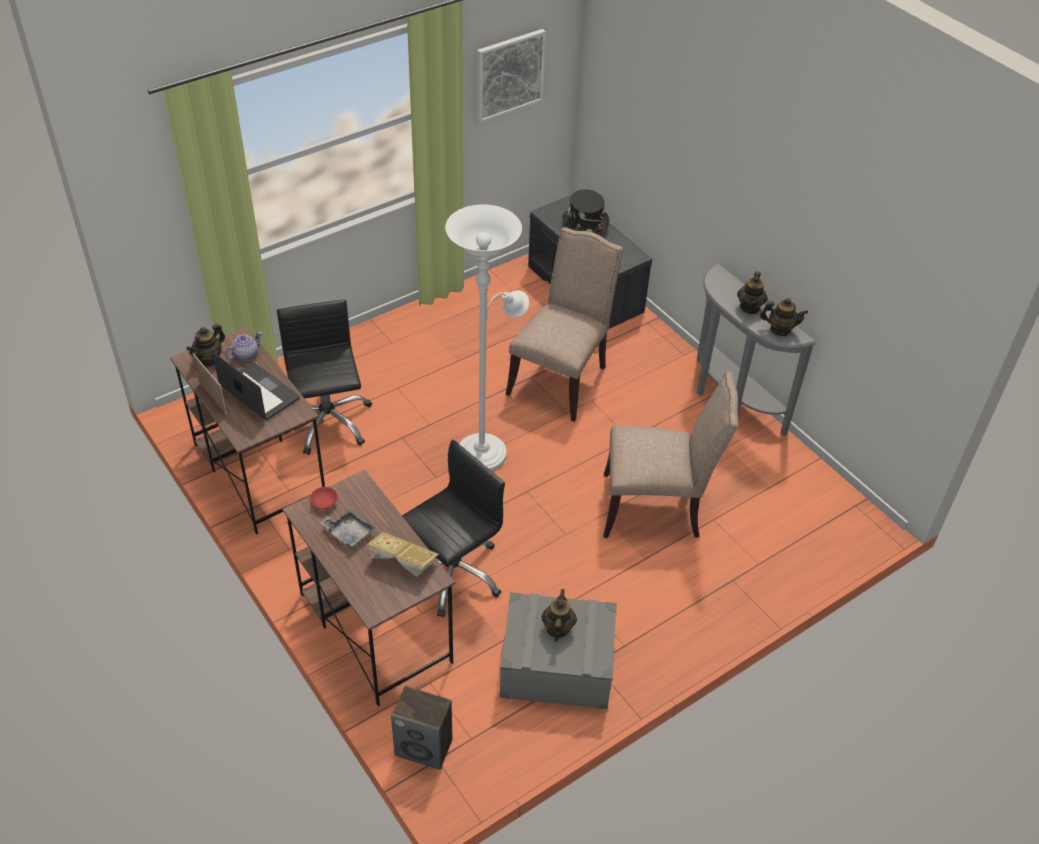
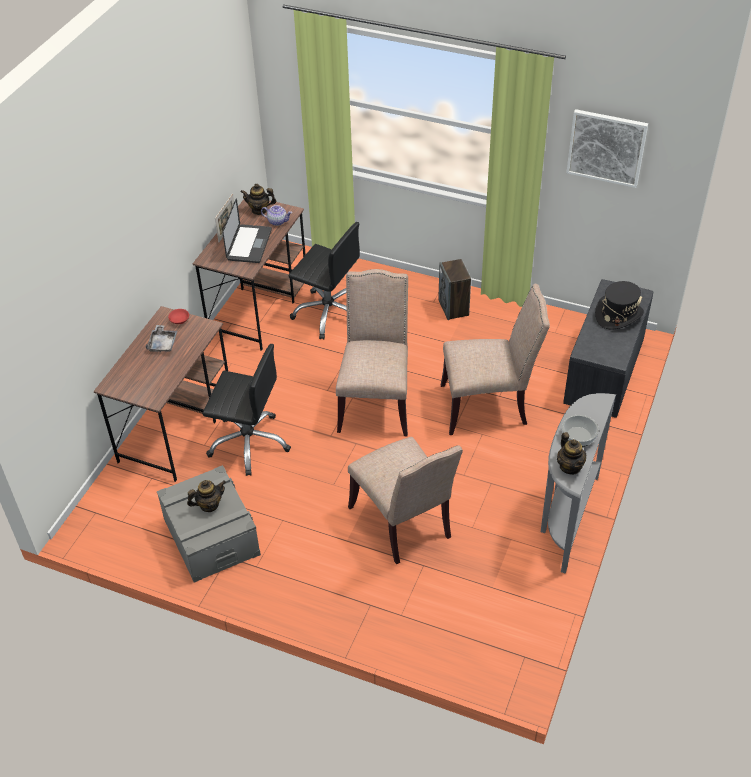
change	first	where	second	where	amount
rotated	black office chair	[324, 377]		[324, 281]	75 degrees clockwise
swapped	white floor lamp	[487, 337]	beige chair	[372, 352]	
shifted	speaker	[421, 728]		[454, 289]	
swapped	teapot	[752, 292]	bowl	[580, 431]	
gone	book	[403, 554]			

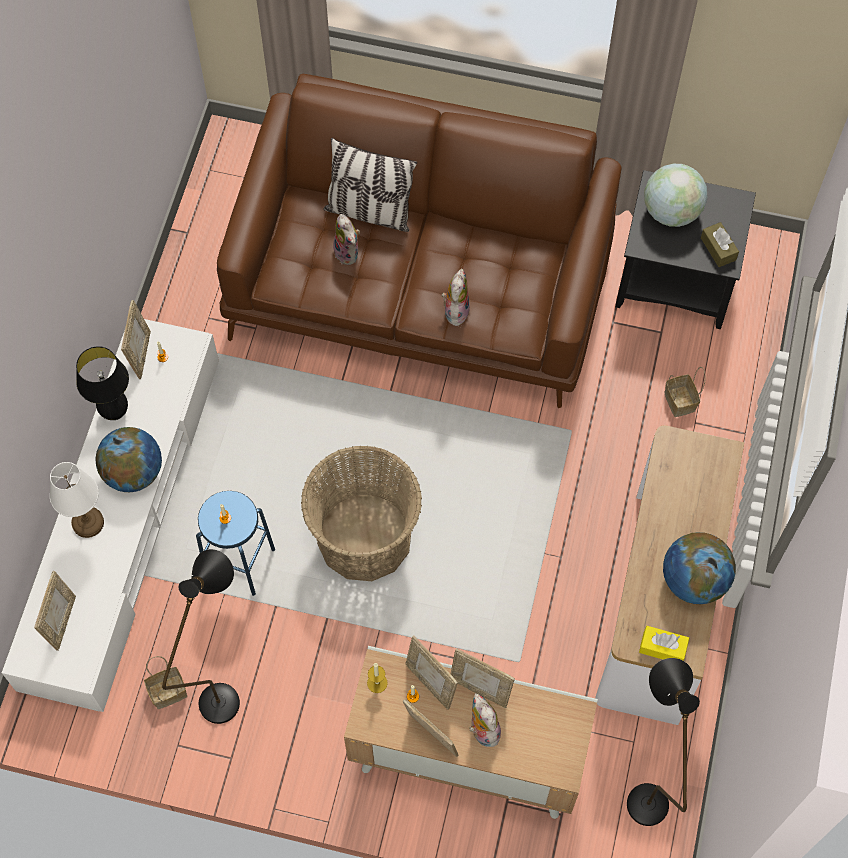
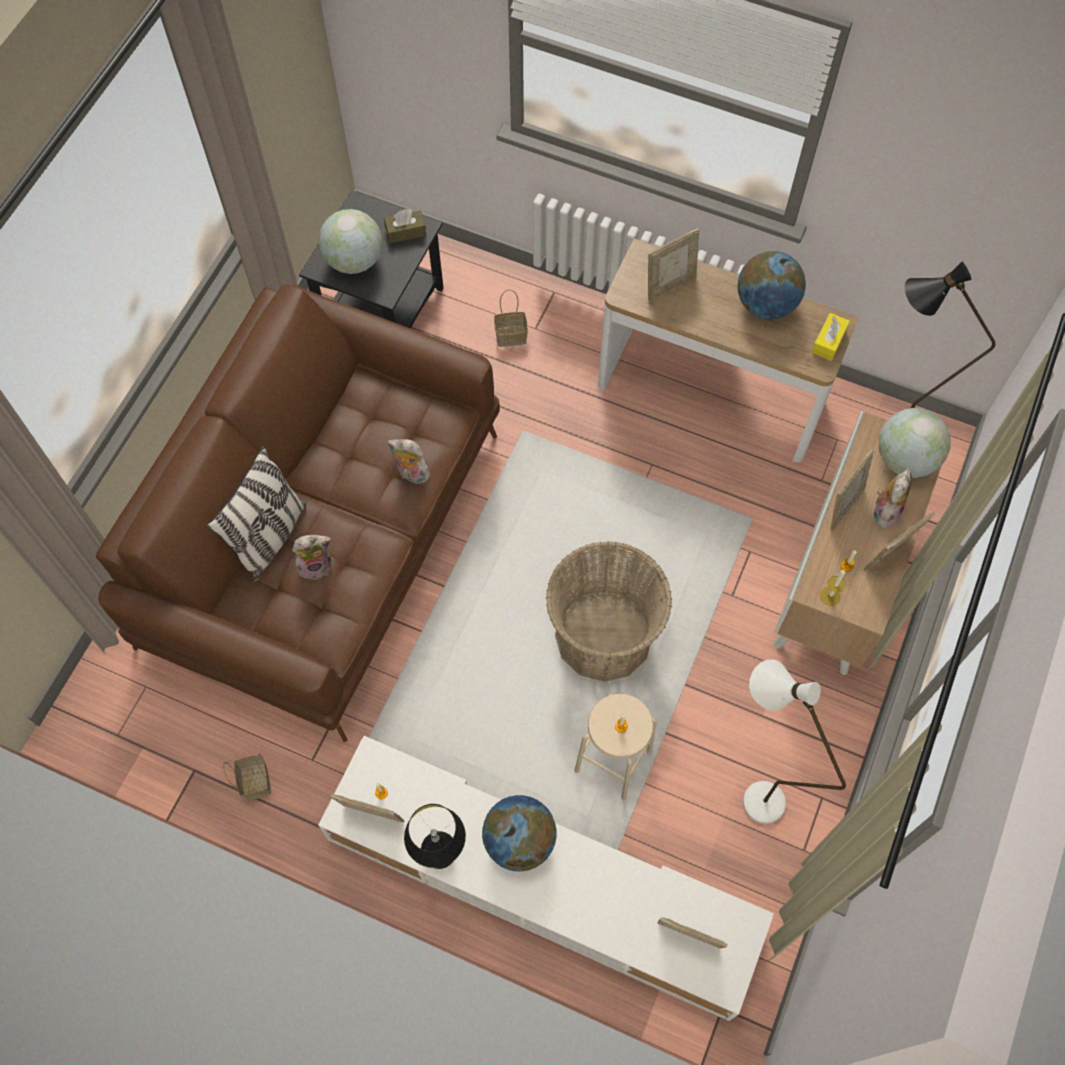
change	first	where	second	where	amount
shifted	basket	[165, 682]		[247, 777]	
repainted	blue stool	[235, 543]	beige stool	[616, 747]	
shifted	picture frame	[432, 672]		[673, 264]	
repainted	black floor lamp	[201, 636]	white floor lamp	[794, 741]	
rotated	plush toy	[485, 720]		[893, 498]	135 degrees clockwise
new			globe	[915, 443]	
gone	white table lamp	[77, 500]			

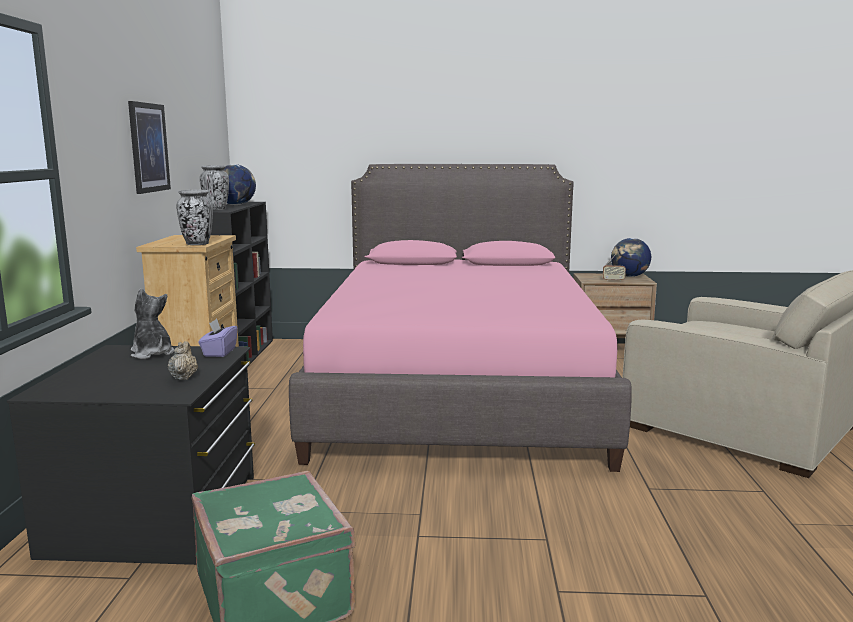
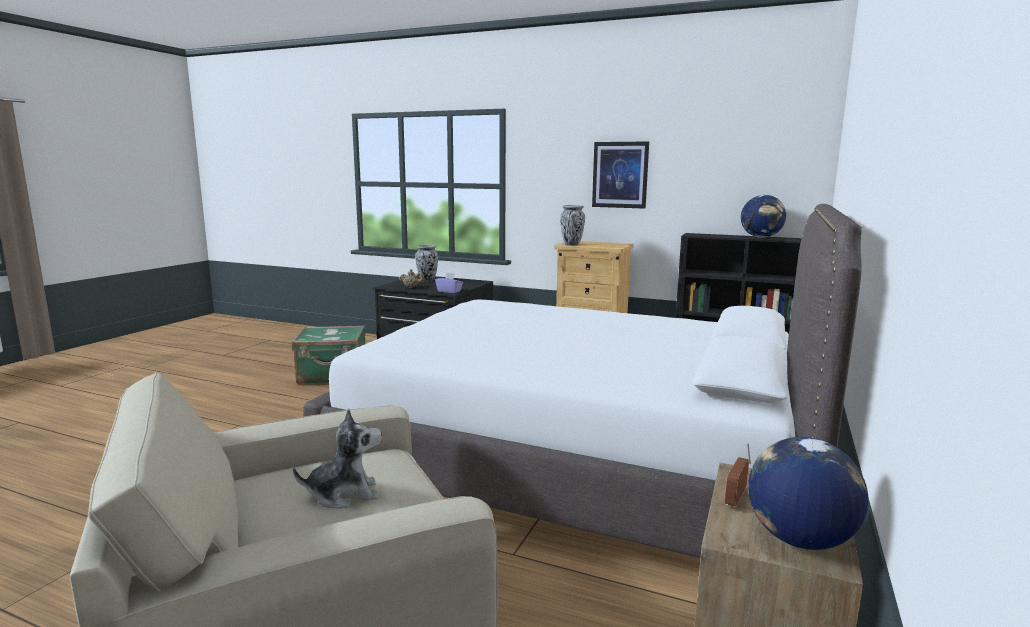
change	first	where	second	where	amount
shifted	plush toy	[152, 323]		[337, 458]	
repainted	pink bed	[460, 318]	white bed	[582, 381]	
shifted	vase	[214, 187]		[426, 263]	

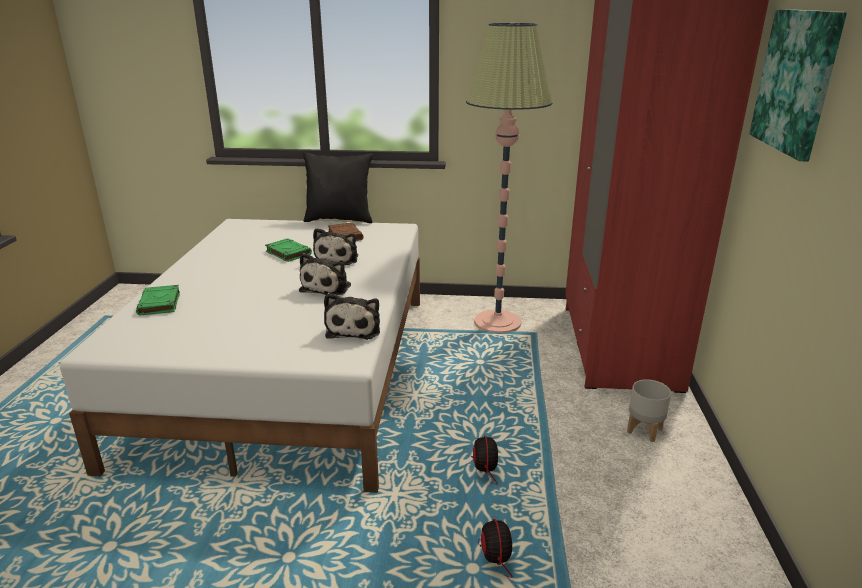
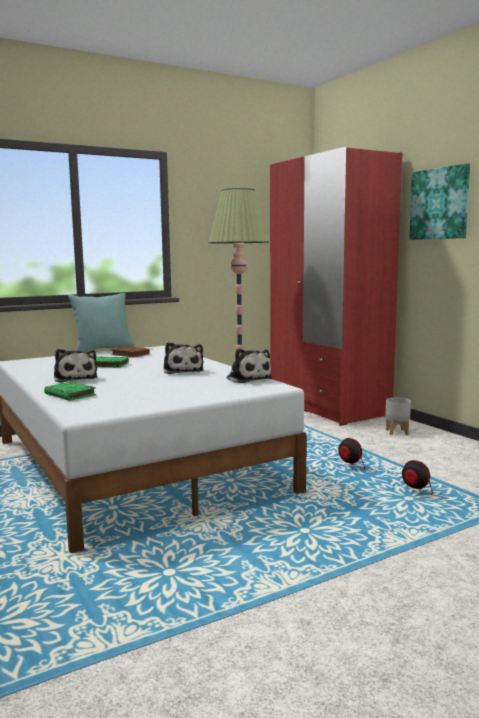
change	first	where	second	where	amount
shifted	plush toy	[335, 246]		[75, 366]	
repainted	black pillow	[338, 187]	turquoise pillow	[101, 322]	

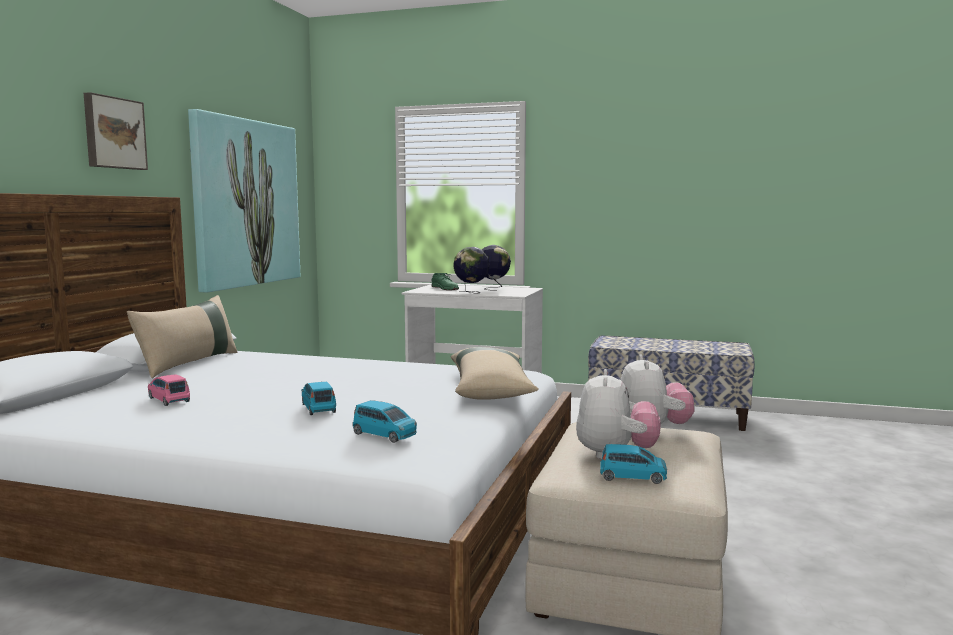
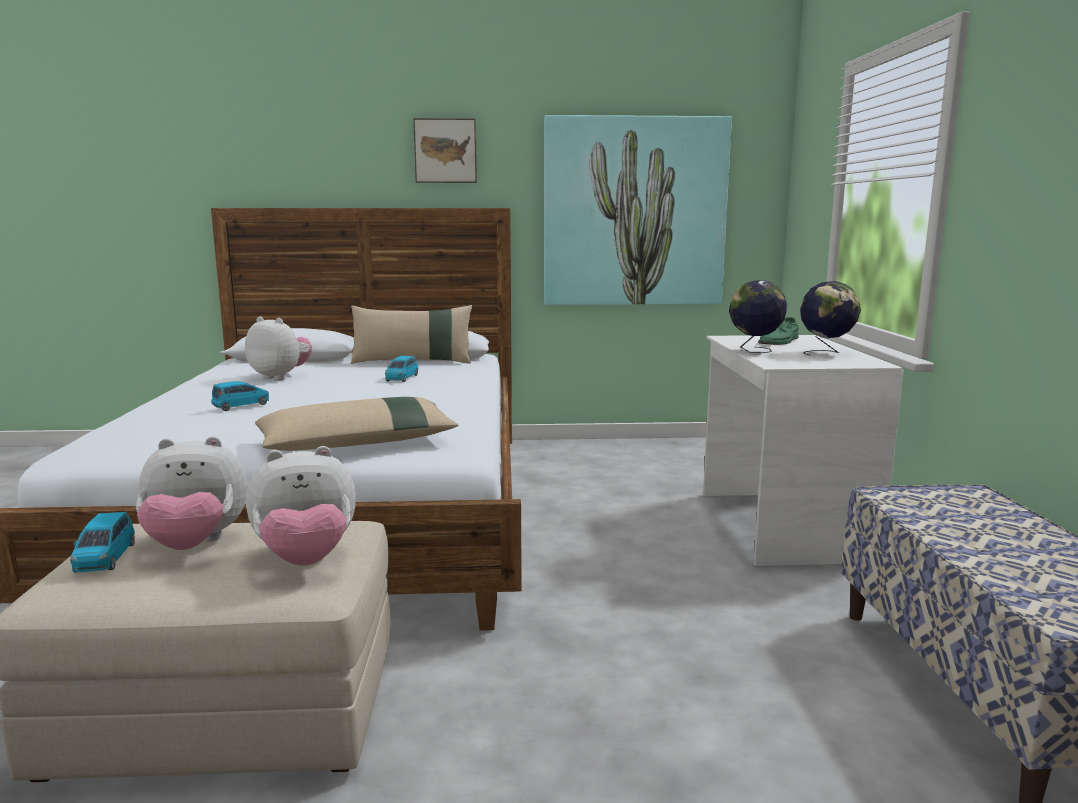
change	first	where	second	where	amount
swapped	pink toy car	[169, 390]	plush toy	[278, 348]	
shifted	blue toy car	[385, 421]		[401, 369]	

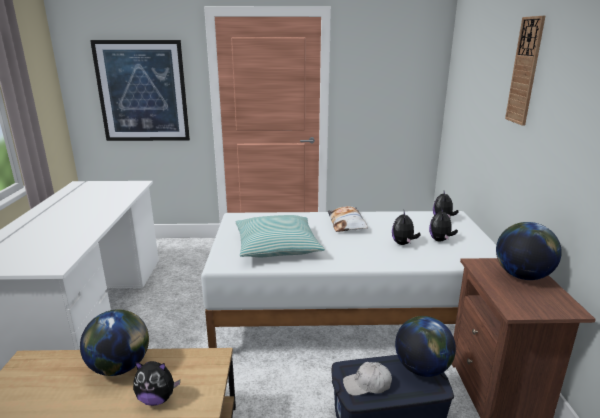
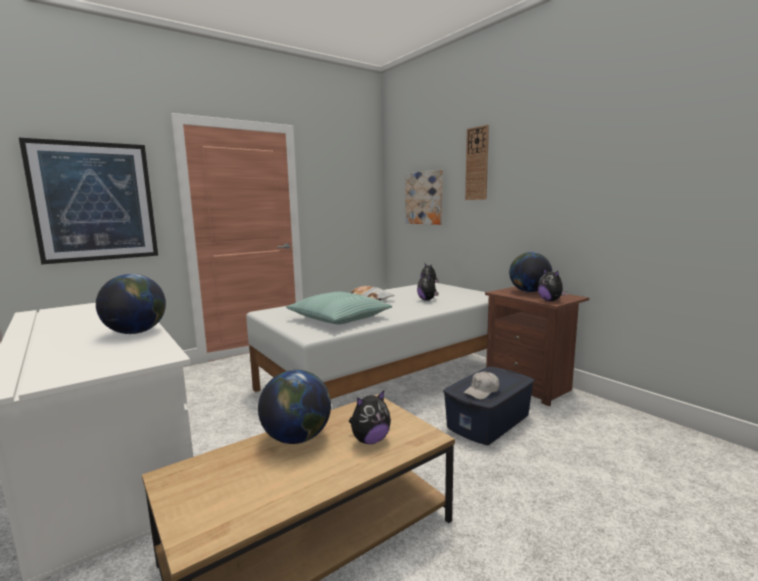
change	first	where	second	where	amount
shifted	globe	[425, 346]		[131, 304]	
new			picture	[424, 197]	
shifted	plush toy	[443, 224]		[552, 285]	

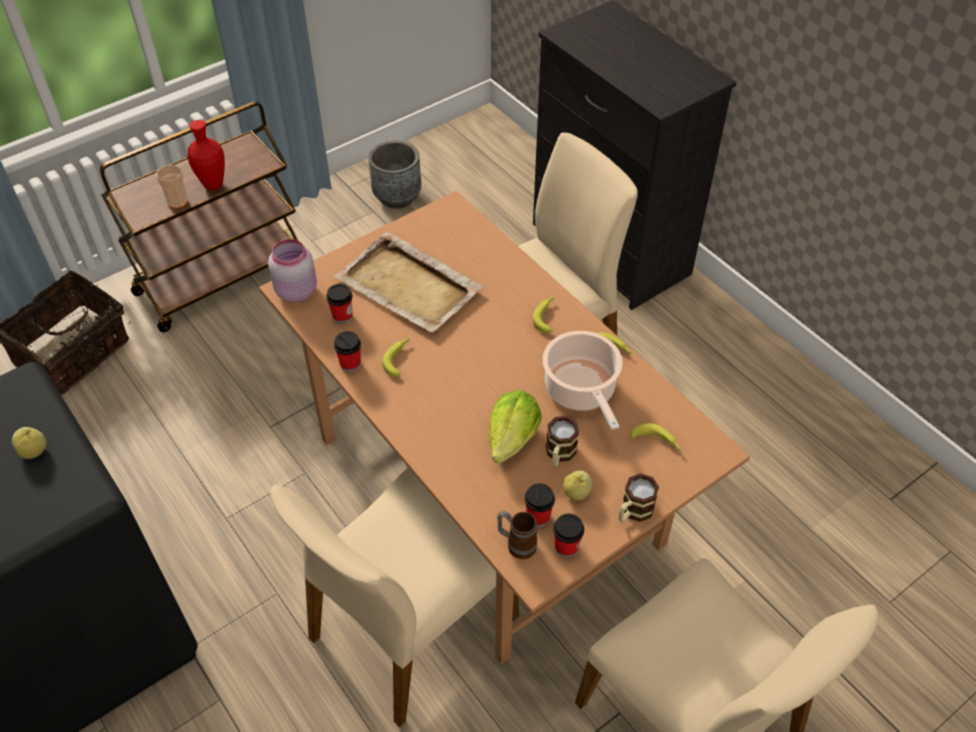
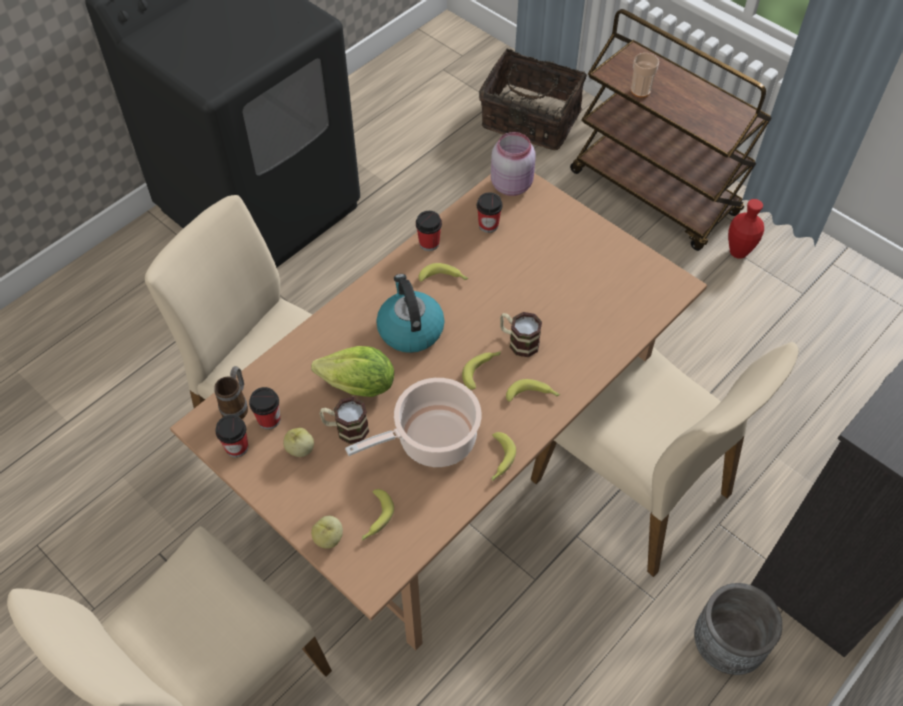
change	first	where	second	where	amount
shifted	apple	[29, 443]		[327, 532]	
new			kettle	[410, 313]	
new			banana	[481, 370]	
shifted	mug	[639, 497]		[521, 334]	
shifted	grey planter	[394, 174]		[738, 629]	
shifted	red vase	[206, 155]		[746, 229]	
gone	beige tray	[408, 282]			

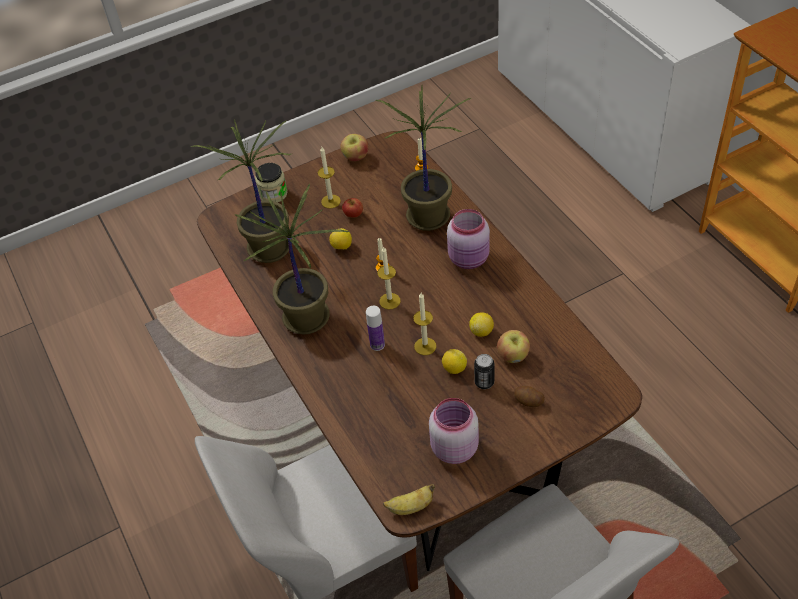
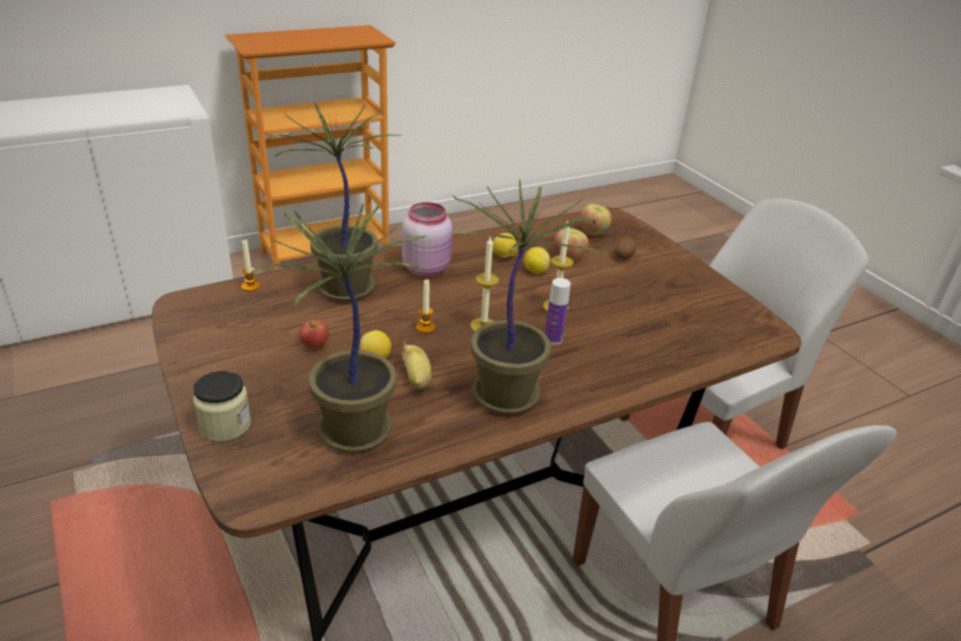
change	first	where	second	where	amount
shifted	banana	[409, 499]		[417, 364]	
shifted	lemon	[454, 361]		[505, 245]	
shifted	apple	[354, 147]		[596, 220]	
gone	candle	[329, 178]			
gone	pink jar	[454, 431]			
gone	can	[484, 371]			

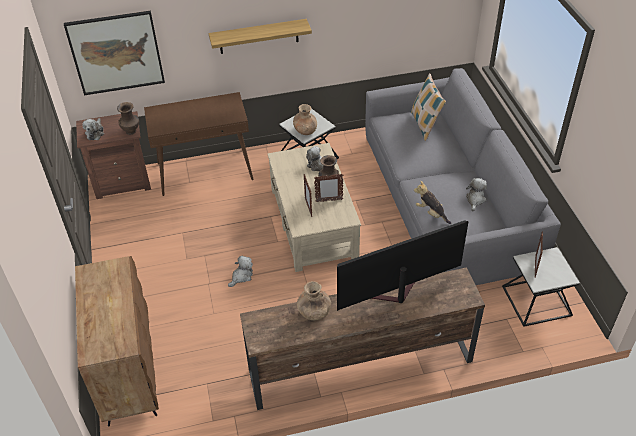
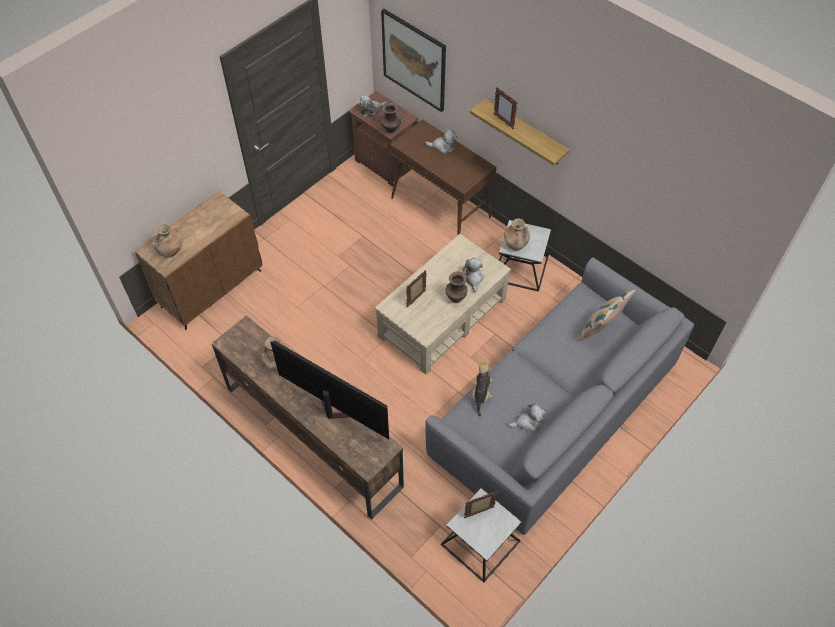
change	first	where	second	where	amount
new			brown vase	[167, 240]	
shifted	plush toy	[240, 271]		[441, 141]	
shifted	picture frame	[328, 188]		[505, 108]	

